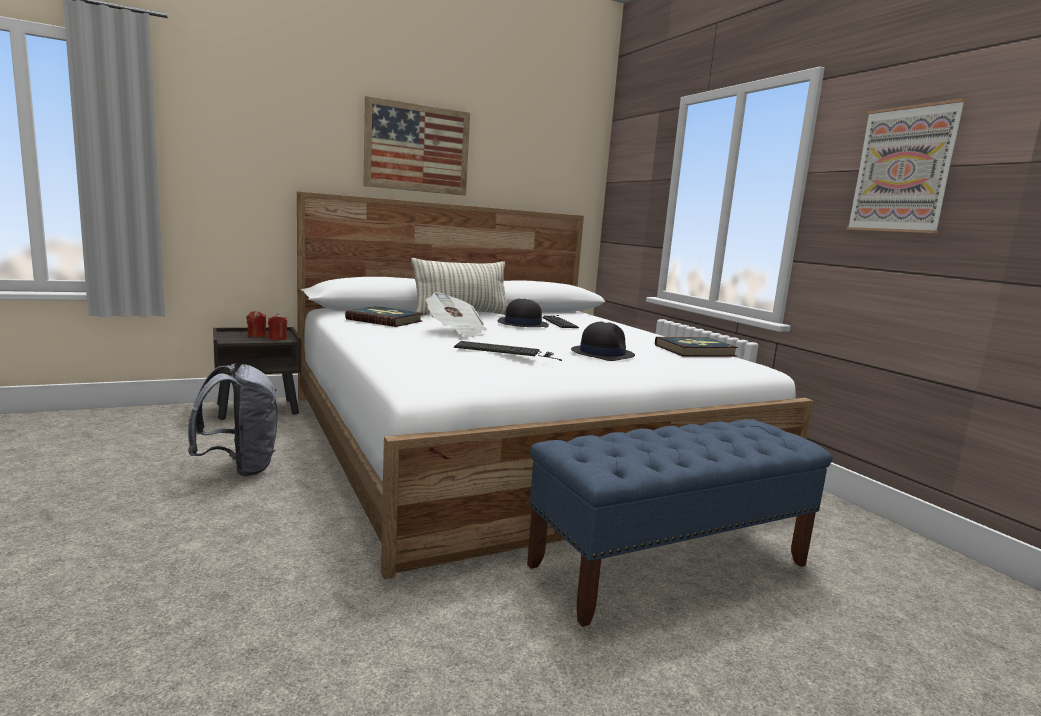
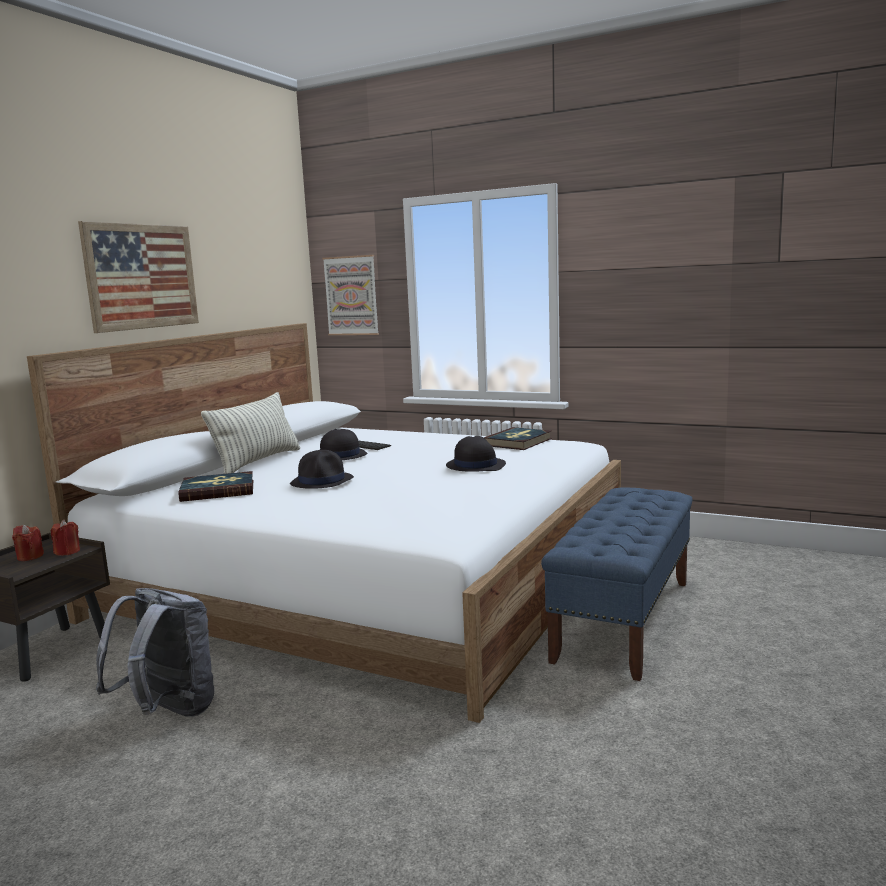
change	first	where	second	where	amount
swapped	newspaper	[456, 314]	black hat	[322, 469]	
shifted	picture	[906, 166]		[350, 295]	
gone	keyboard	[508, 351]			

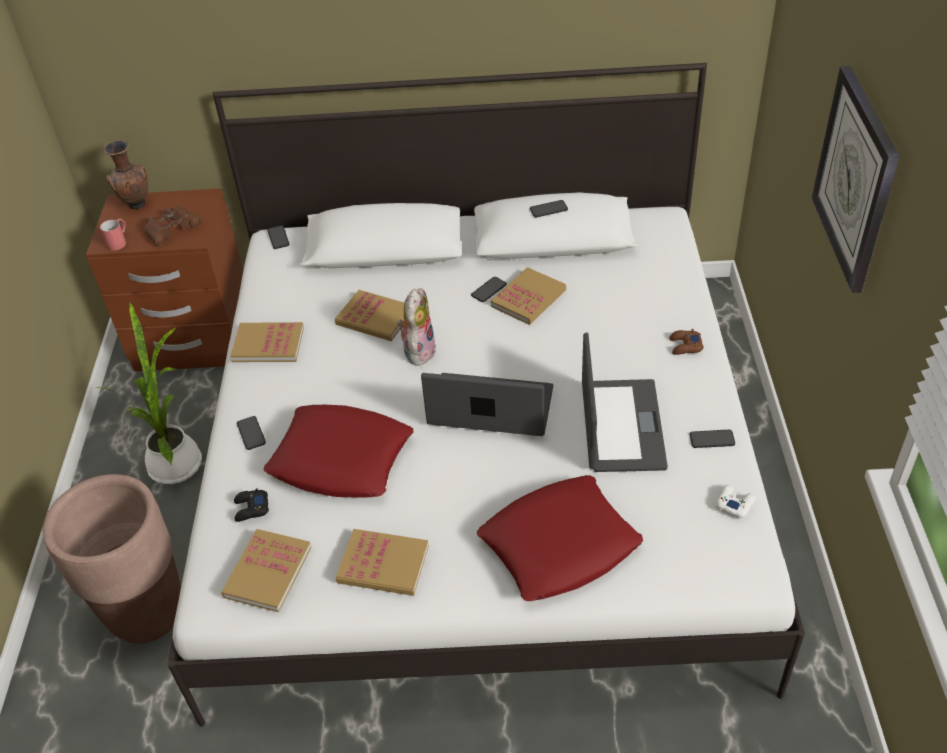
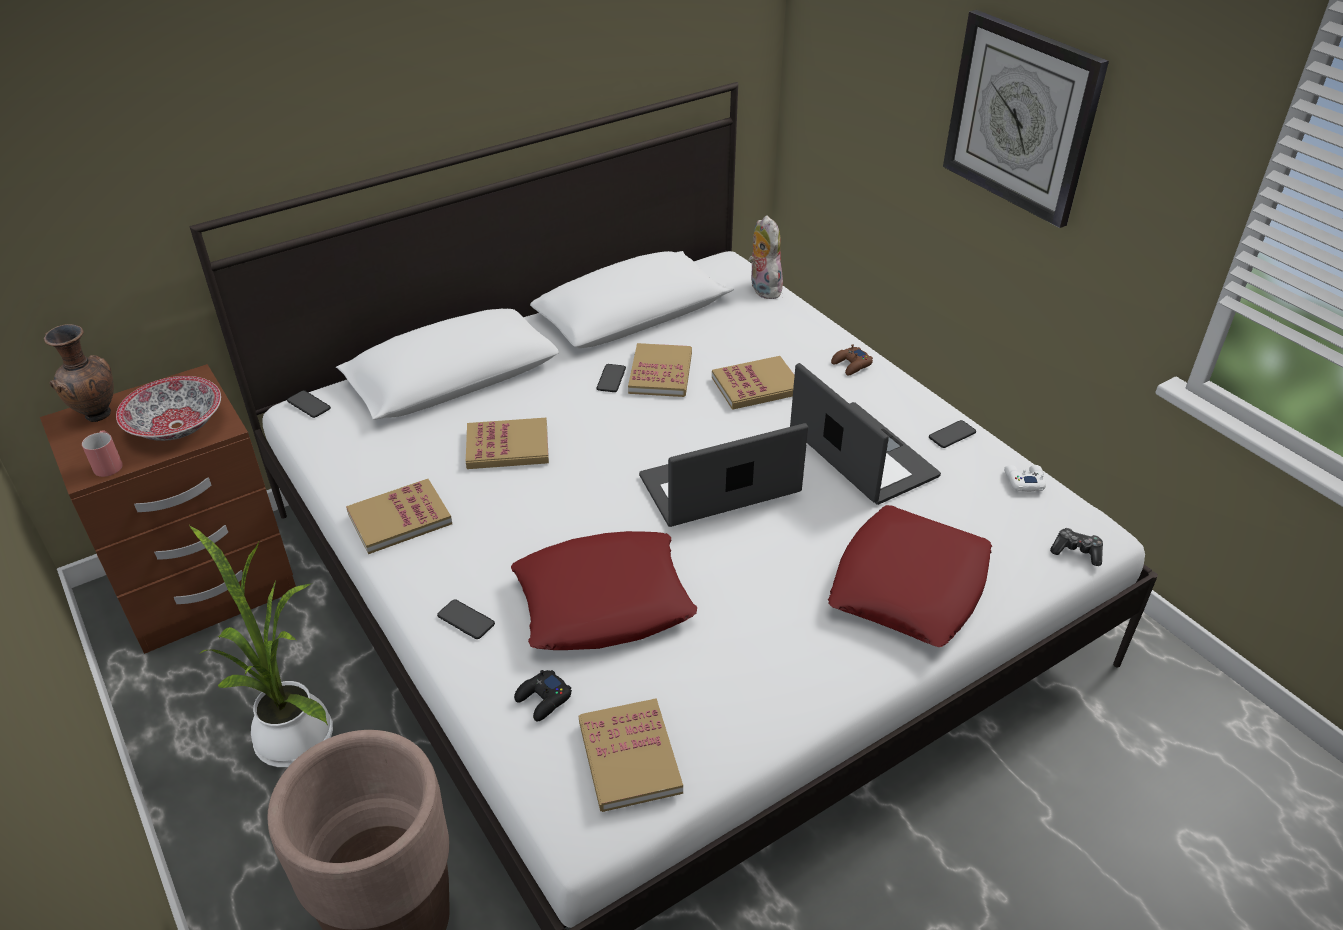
change	first	where	second	where	amount
swapped	brown binoculars	[172, 226]	bowl	[168, 408]	
shifted	book	[382, 562]		[753, 383]	
shifted	plush toy	[416, 327]		[765, 257]	
new			game controller	[1076, 547]	
gone	phone	[549, 208]			

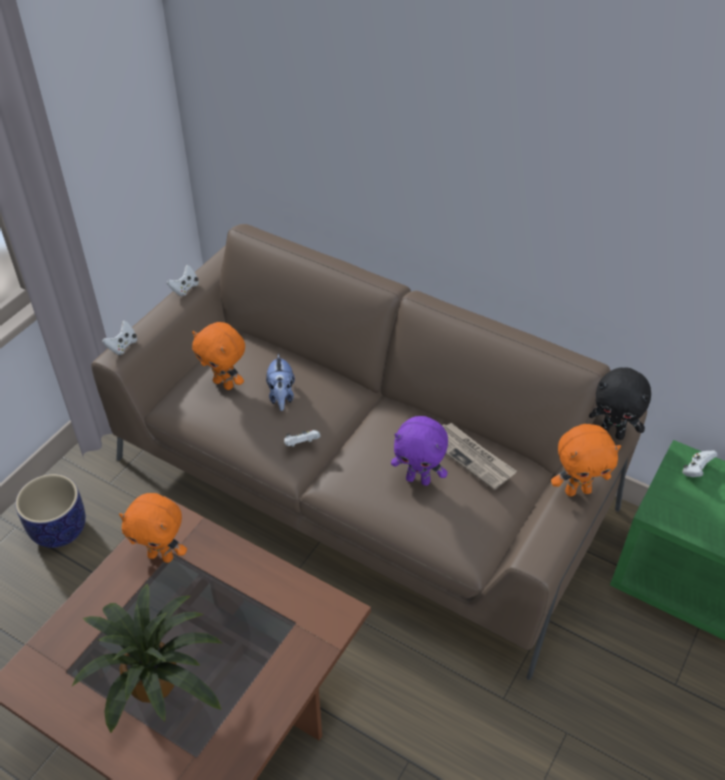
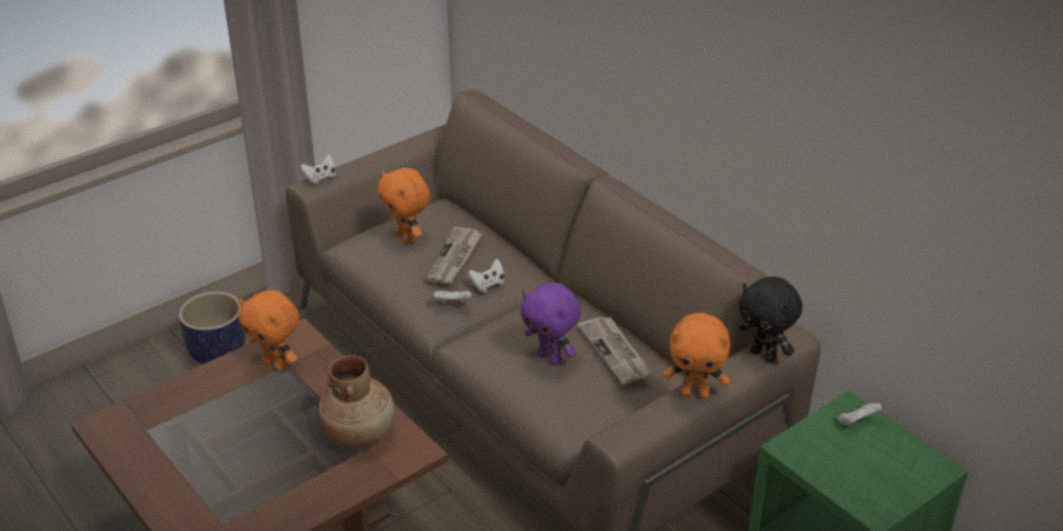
change	first	where	second	where	amount
new			brown vase	[356, 401]	
swapped	plush toy	[280, 382]	newspaper	[454, 256]	
shifted	white game controller	[182, 280]		[486, 275]	
gone	potted plant	[147, 658]			

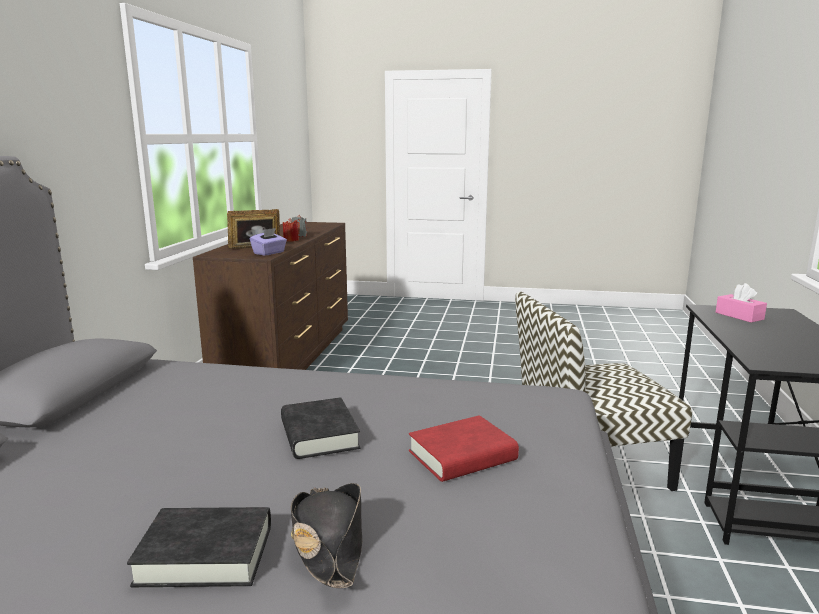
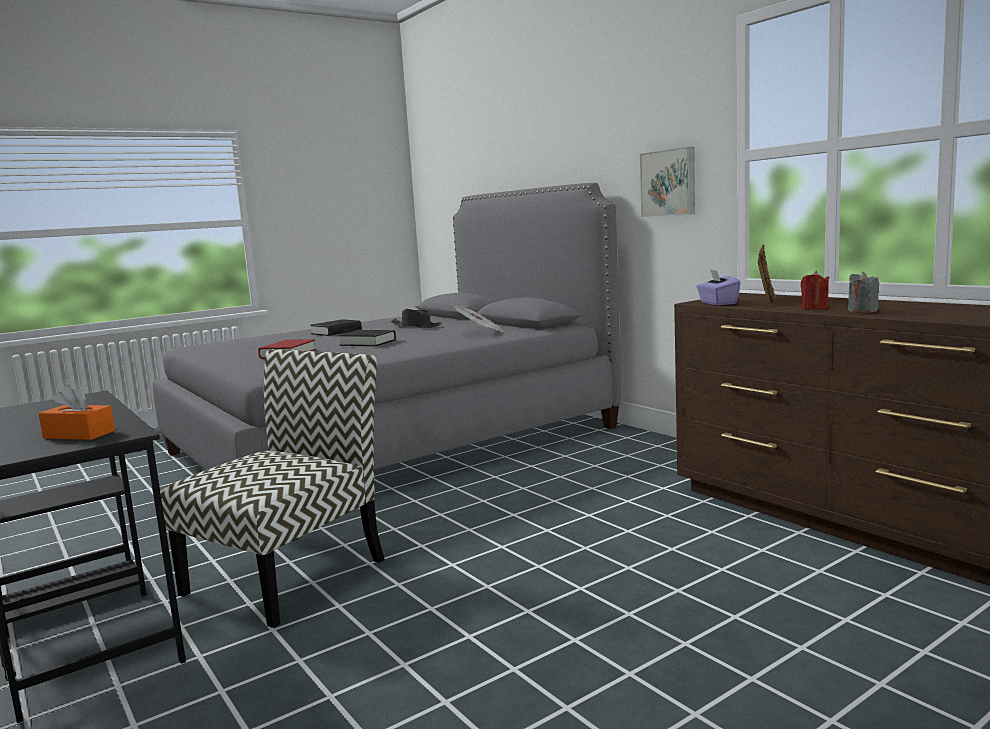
change	first	where	second	where	amount
repainted	pink tissue box	[741, 303]	orange tissue box	[76, 412]	
shifted	black hat	[326, 535]		[416, 318]	
new			newspaper	[478, 318]	
new			picture	[667, 182]	

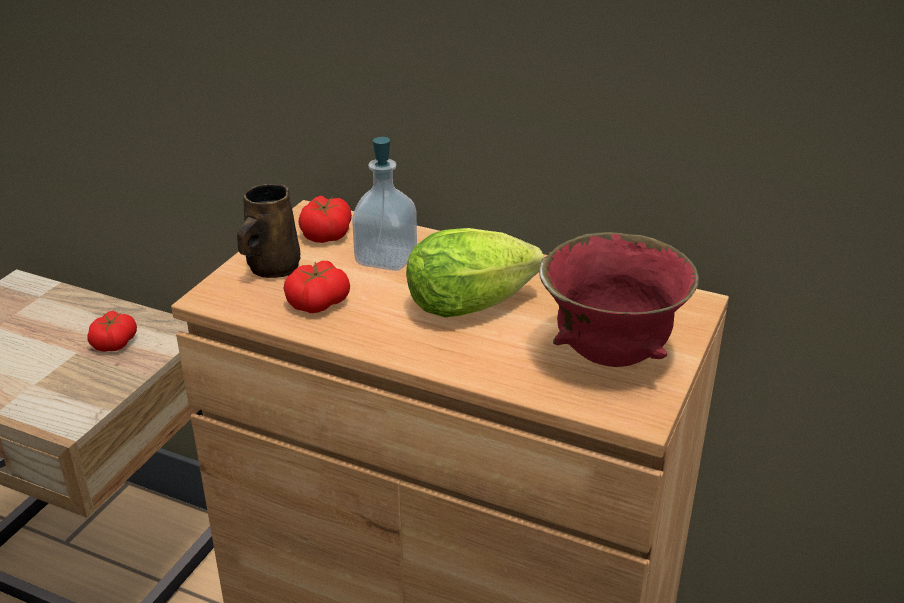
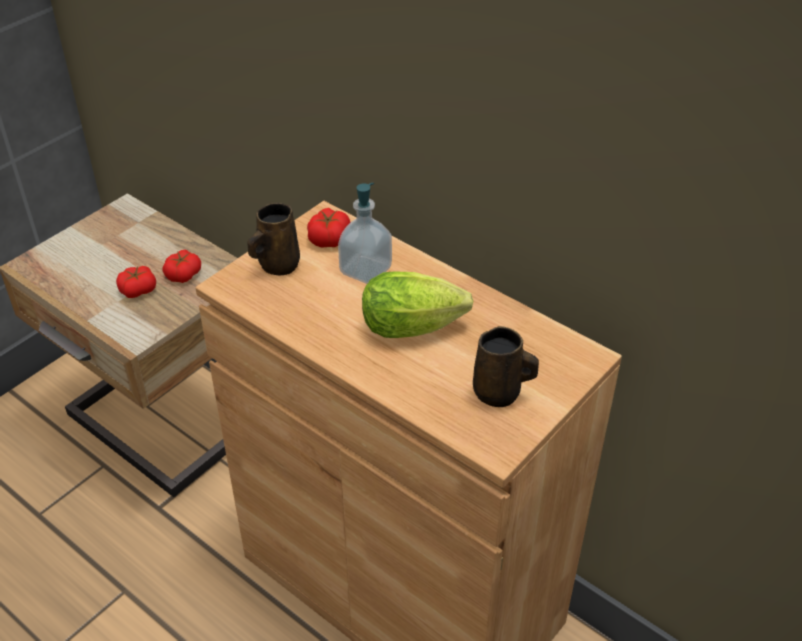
change	first	where	second	where	amount
shifted	tomato	[317, 287]		[136, 282]	
swapped	red bowl	[619, 299]	brown mug	[506, 366]	

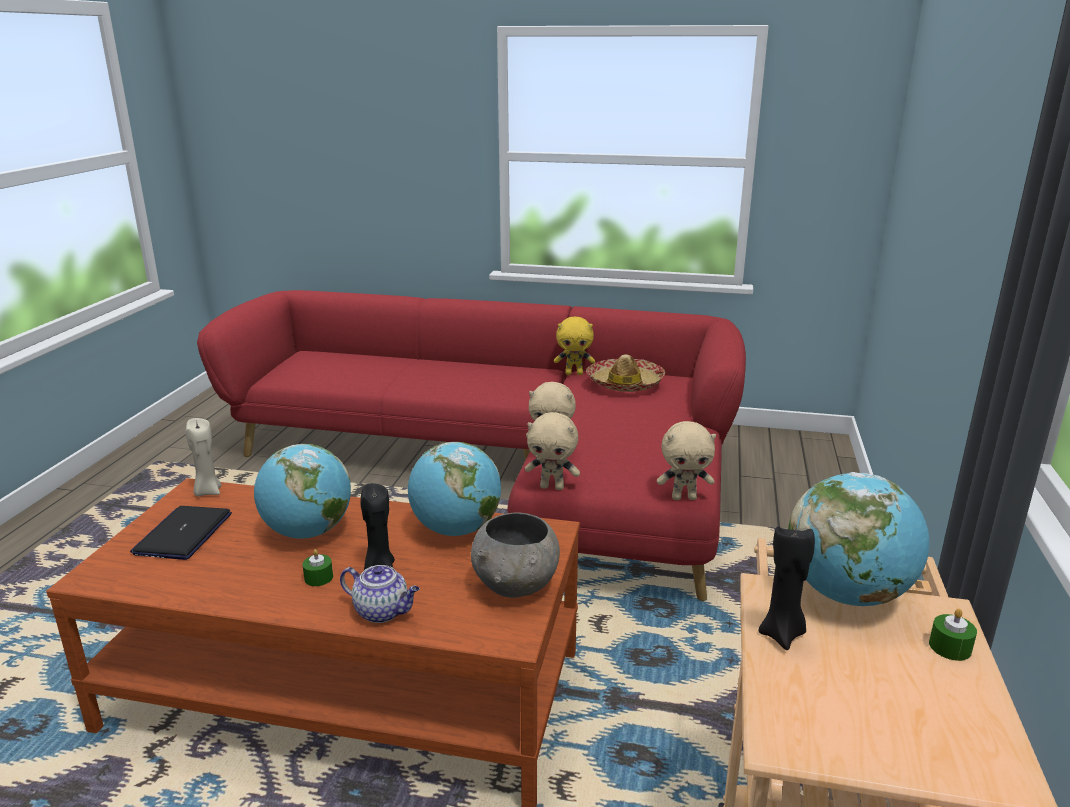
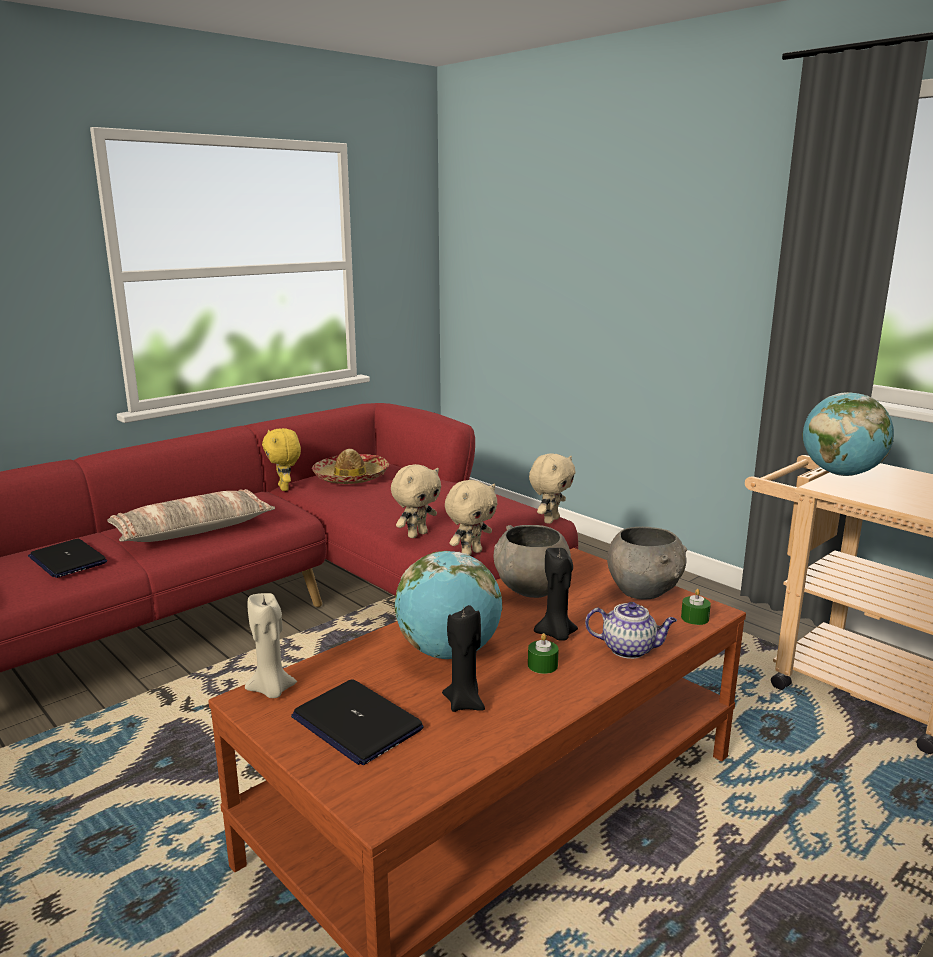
change	first	where	second	where	amount
new			laptop	[67, 558]	
new			pillow	[191, 515]	
rotated	yellow plush toy	[574, 346]		[281, 459]	120 degrees clockwise
shifted	black candle	[786, 587]		[463, 658]	
swapped	globe	[454, 489]	grey bowl	[532, 561]	
rotated	teapot	[380, 594]		[631, 630]	45 degrees clockwise
shifted	green candle	[953, 635]		[696, 607]	

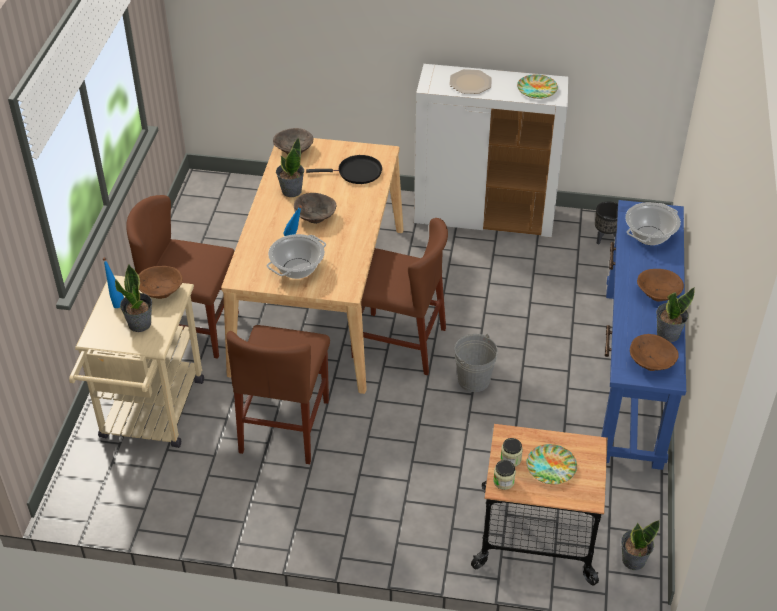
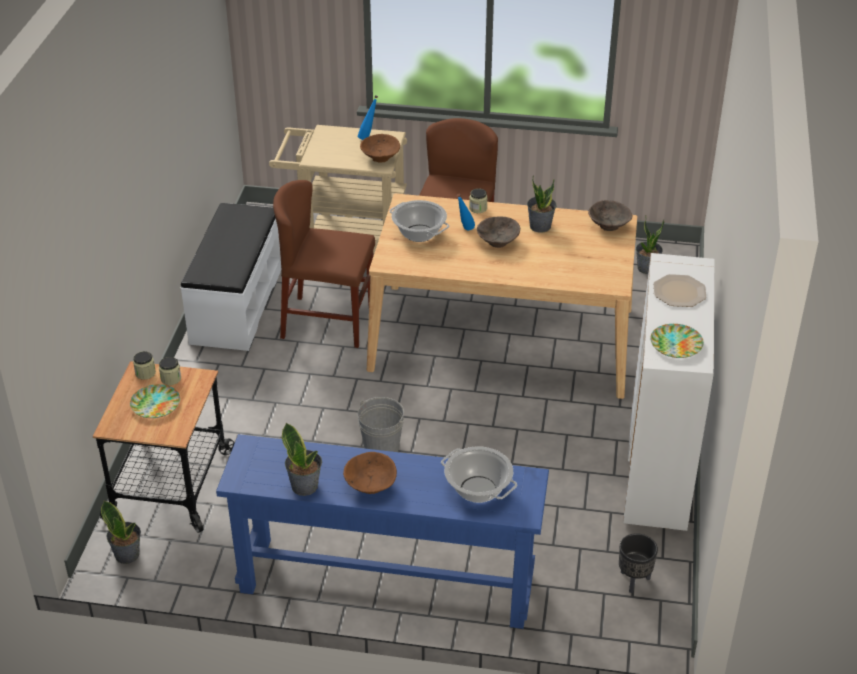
change	first	where	second	where	amount
new			white bench	[231, 277]	
new			jar	[478, 200]	
shifted	potted plant	[133, 298]		[650, 245]	
gone	black frying pan	[344, 169]			
gone	brown chair	[399, 296]			
gone	brown bowl	[654, 352]			

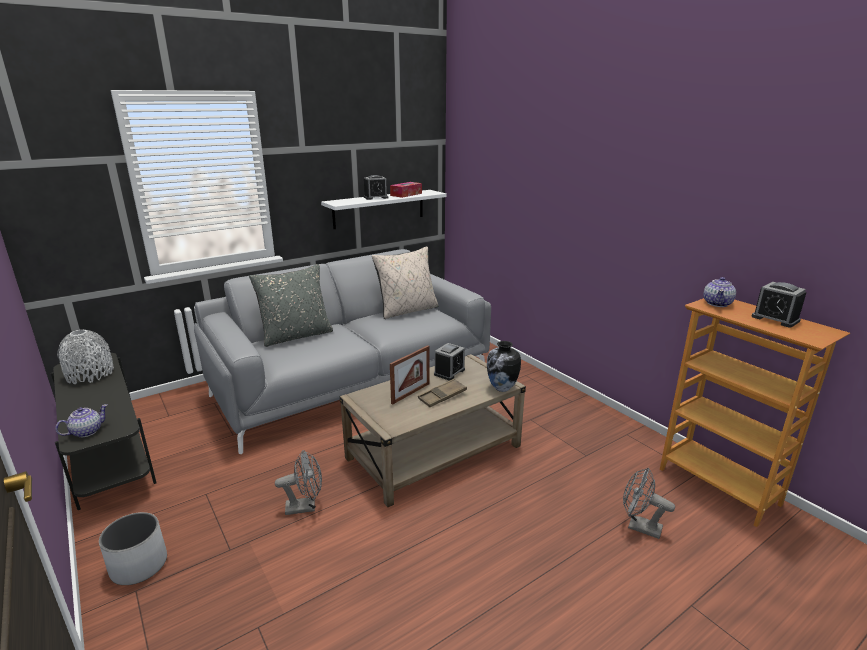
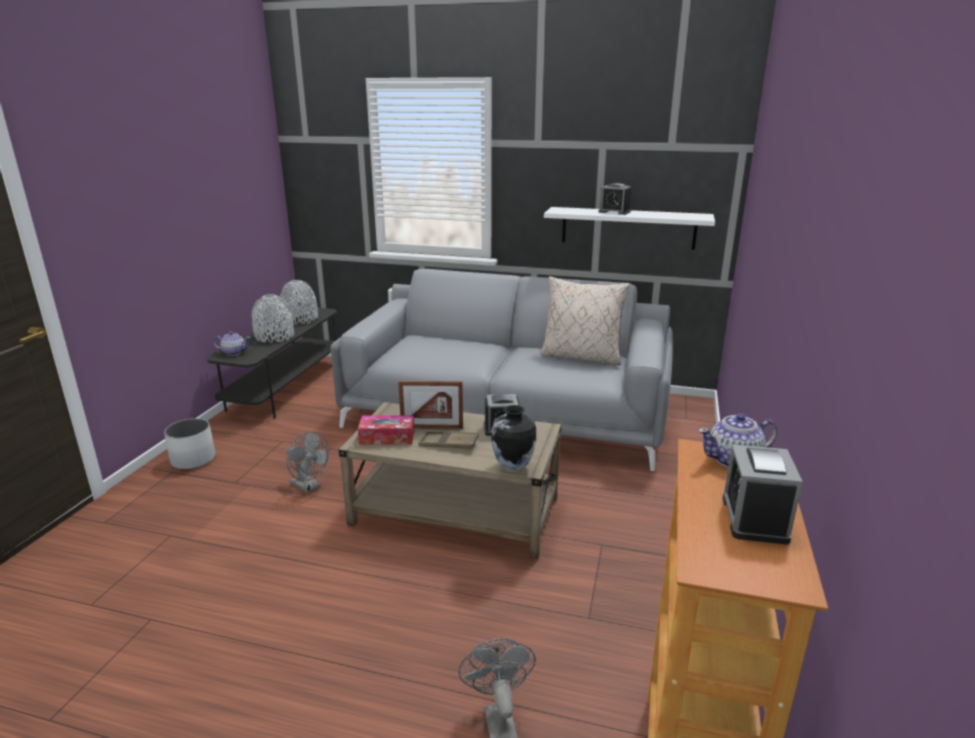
change	first	where	second	where	amount
new			grey vase	[272, 318]	
shifted	tissue box	[406, 190]		[386, 430]	
gone	grey pillow	[291, 305]			

